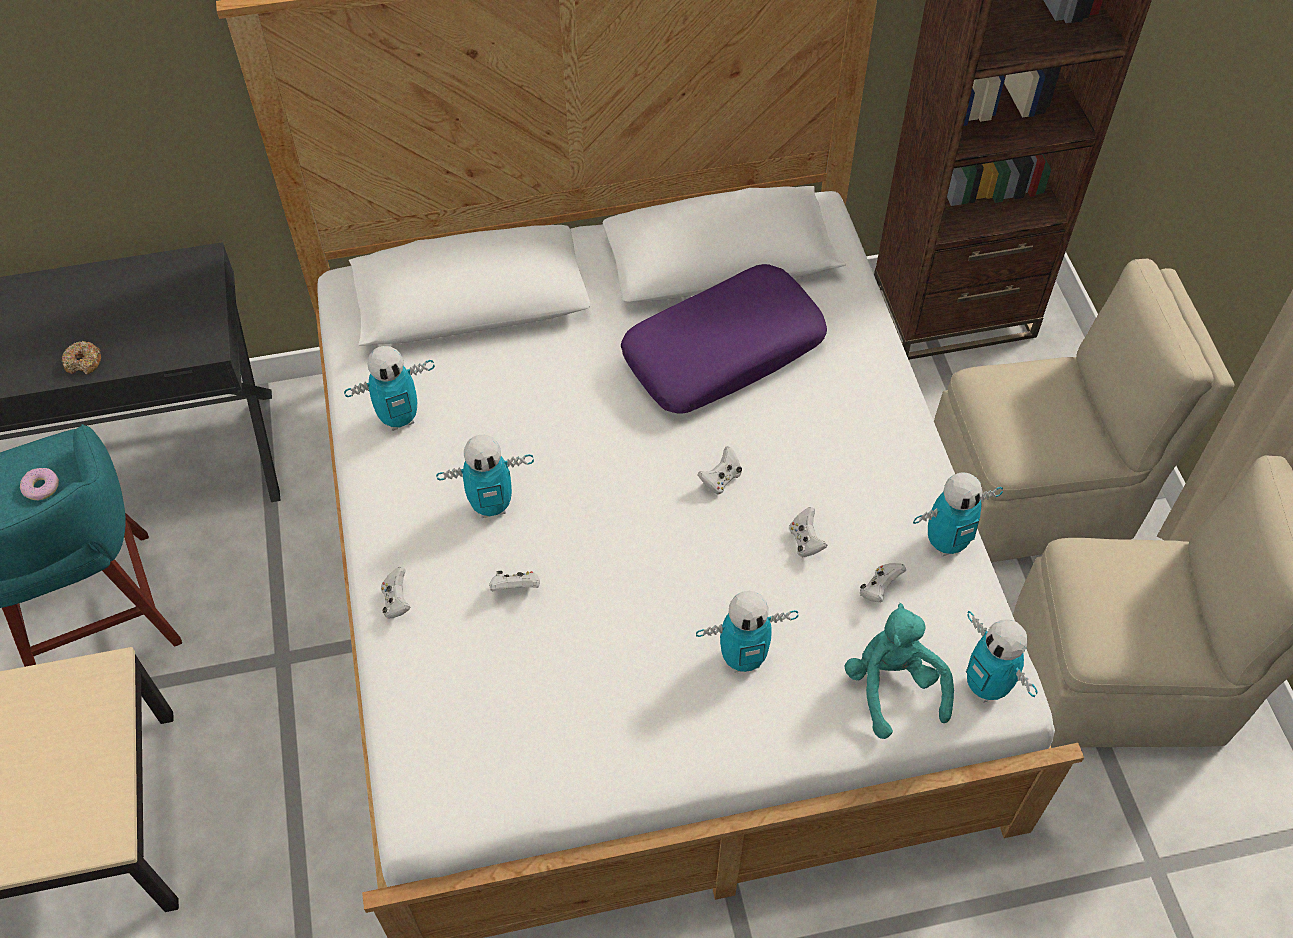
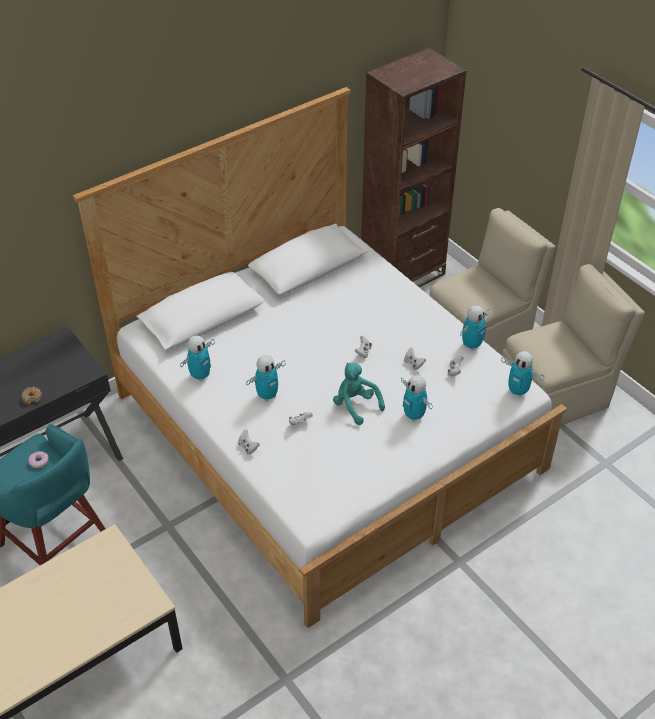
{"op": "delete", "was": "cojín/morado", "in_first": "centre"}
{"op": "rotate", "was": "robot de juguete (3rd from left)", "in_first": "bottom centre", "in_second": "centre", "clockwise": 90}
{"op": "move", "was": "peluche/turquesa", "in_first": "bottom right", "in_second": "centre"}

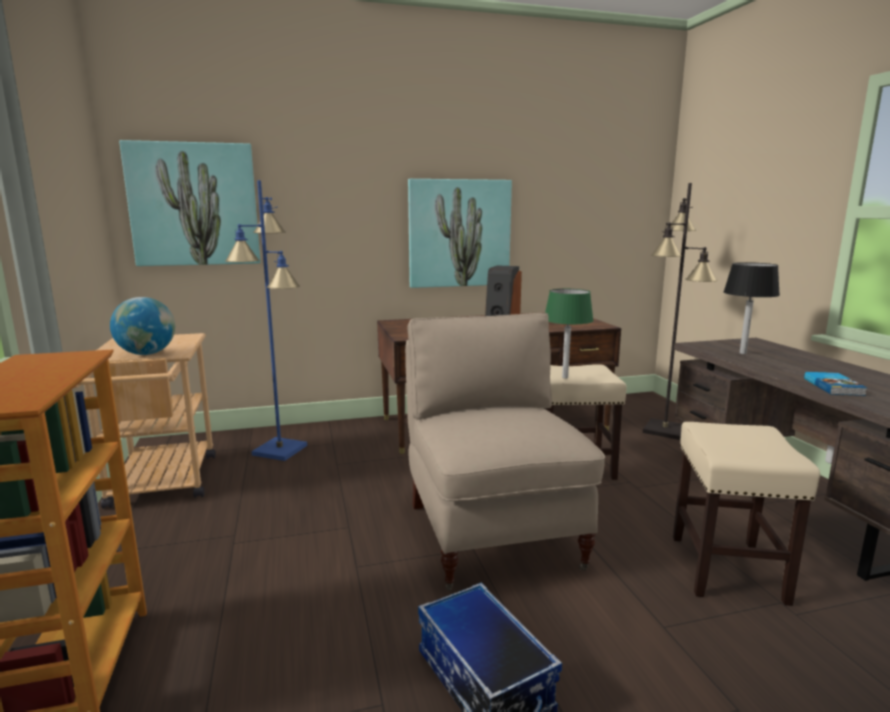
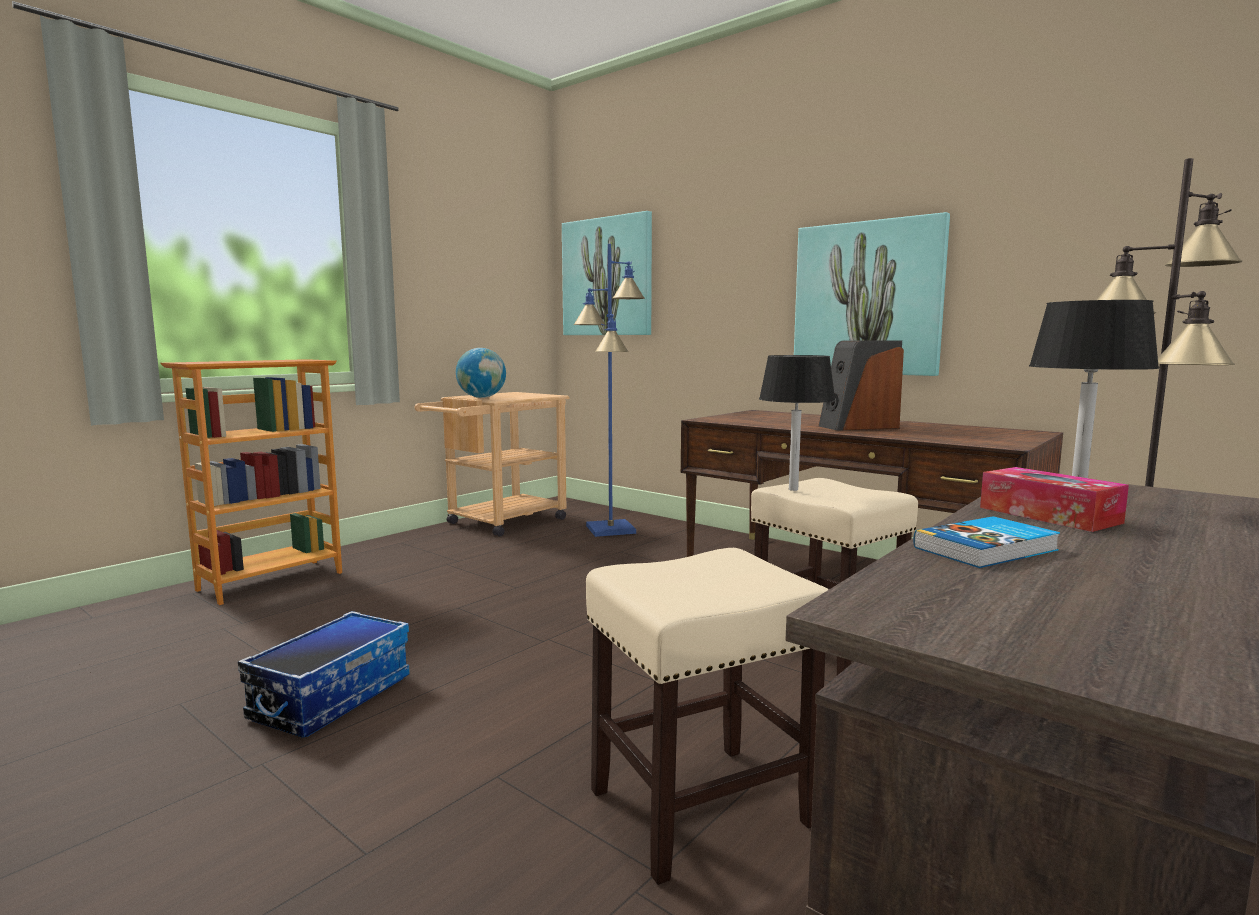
{"op": "recolor", "was": "lámpara de mesa/verde", "now": "lámpara de mesa/negro (1st from left)", "in_first": "centre", "in_second": "centre"}
{"op": "delete", "was": "silla/beis", "in_first": "centre"}
{"op": "insert", "now": "caja de pañuelos", "in_second": "middle right"}

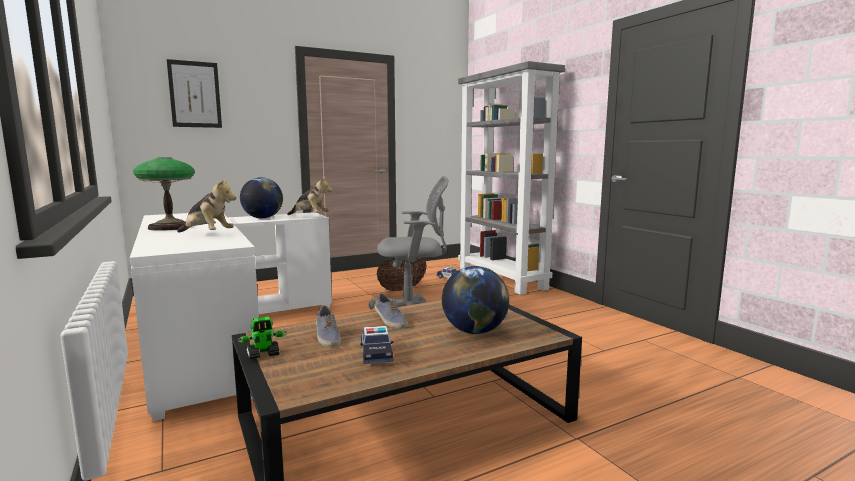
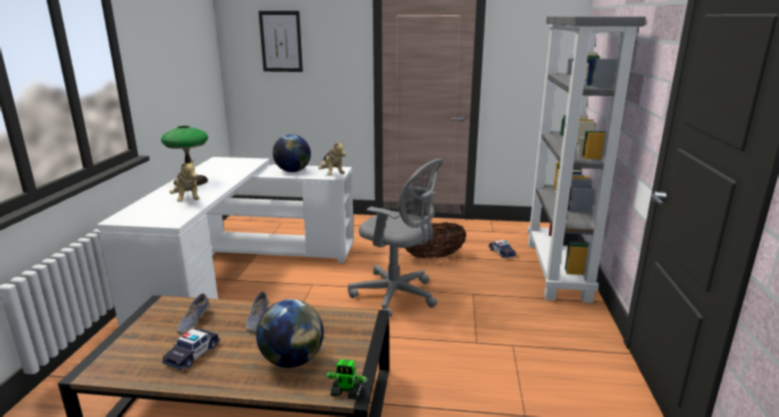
{"op": "move", "was": "robot de juguete", "in_first": "bottom left", "in_second": "bottom centre"}

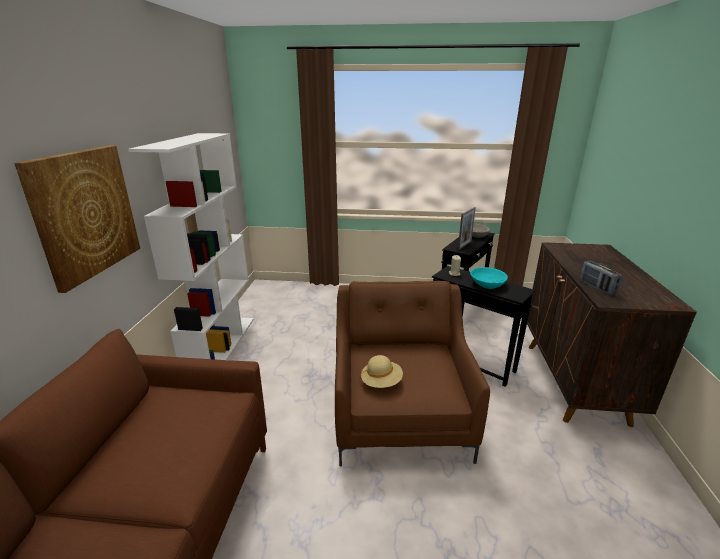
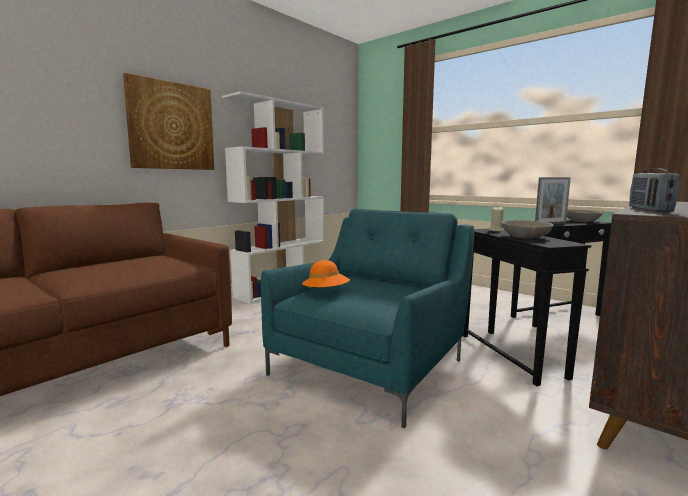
{"op": "recolor", "was": "cuenco/turquesa", "now": "cuenco/gris (1st from left)", "in_first": "middle right", "in_second": "middle right"}
{"op": "recolor", "was": "sillón/marrón", "now": "sillón/turquesa", "in_first": "bottom centre", "in_second": "centre"}
{"op": "recolor", "was": "sombrero/beis", "now": "sombrero/naranja", "in_first": "centre", "in_second": "centre"}

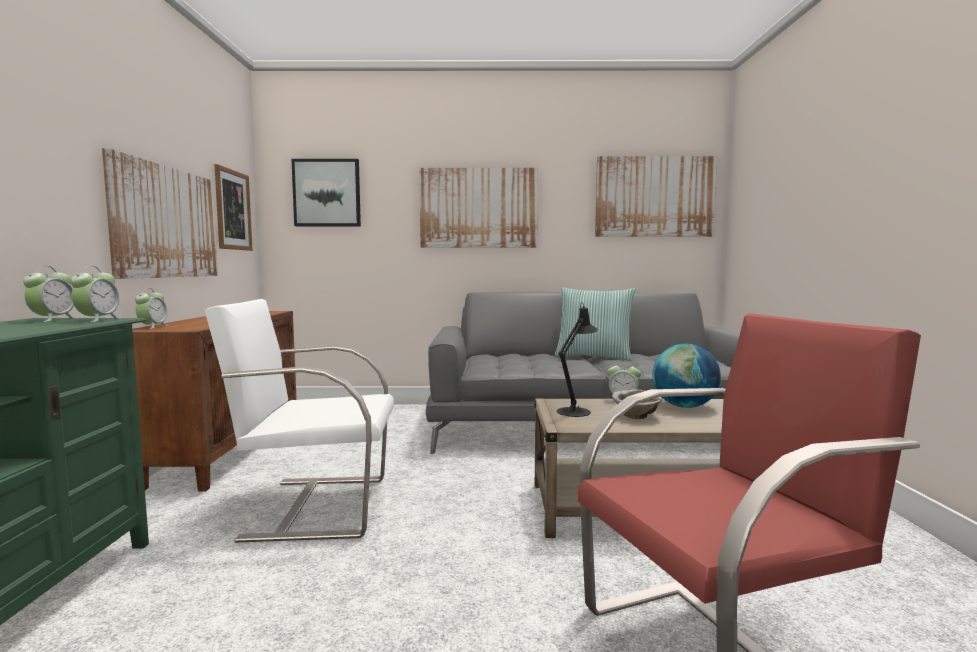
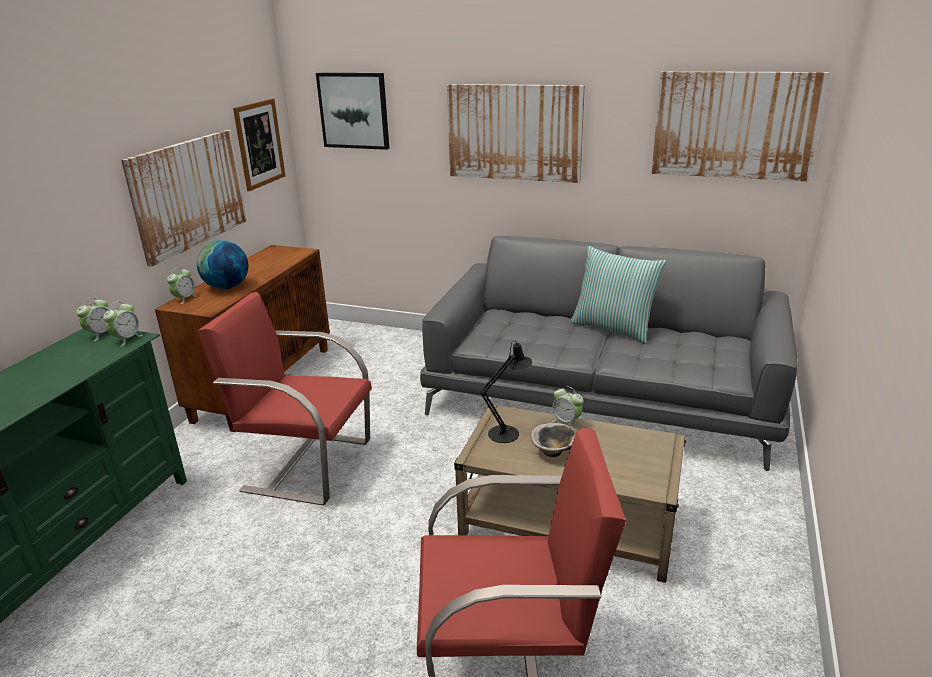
{"op": "recolor", "was": "sillón/blanco", "now": "sillón/rojo (1st from left)", "in_first": "middle left", "in_second": "middle left"}
{"op": "move", "was": "globo terráqueo", "in_first": "middle right", "in_second": "middle left"}

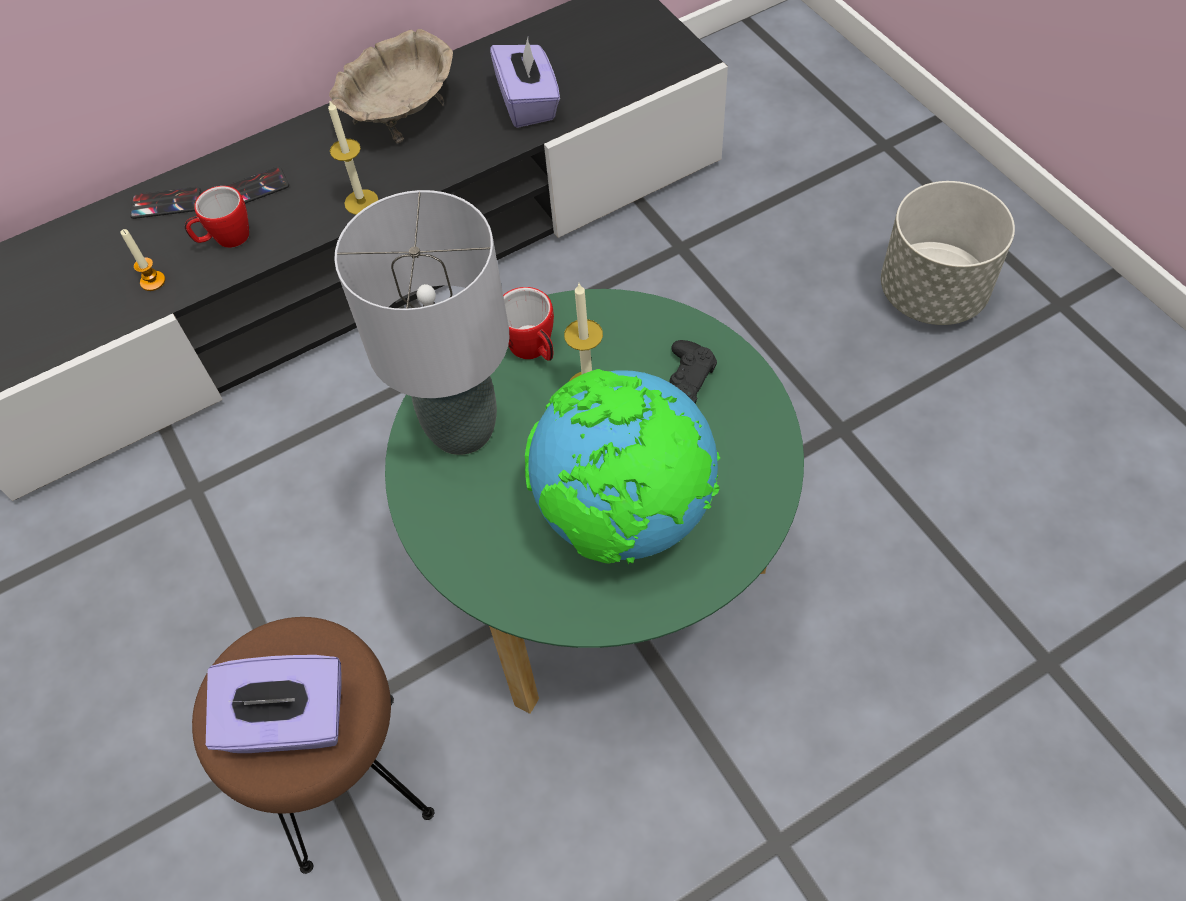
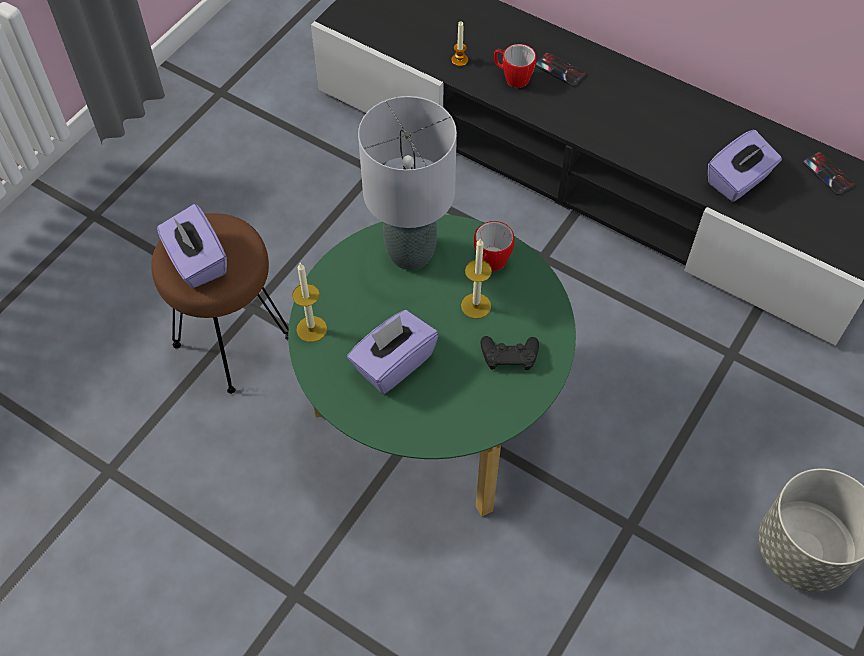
{"op": "delete", "was": "cuenco/beis", "in_first": "top left"}
{"op": "move", "was": "vela (2nd from left in the first image)", "now": "vela (1st from left)", "in_first": "top left", "in_second": "centre"}
{"op": "move", "was": "móvil (1st from left in the first image)", "now": "móvil (2nd from left)", "in_first": "top left", "in_second": "top right"}
{"op": "replace", "was": "globo terráqueo", "now": "caja de pañuelos/morado (2nd from left)", "in_first": "centre", "in_second": "centre"}

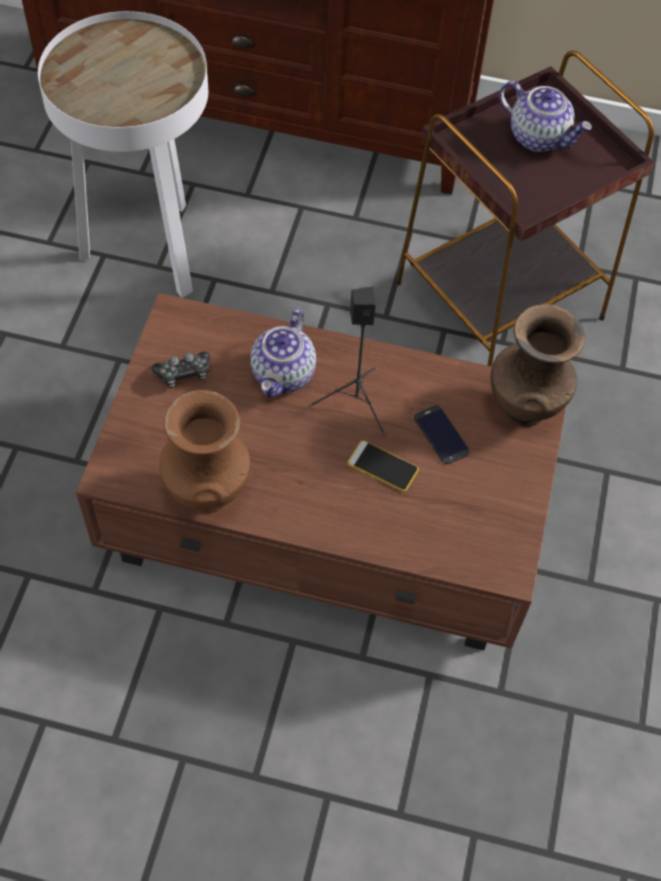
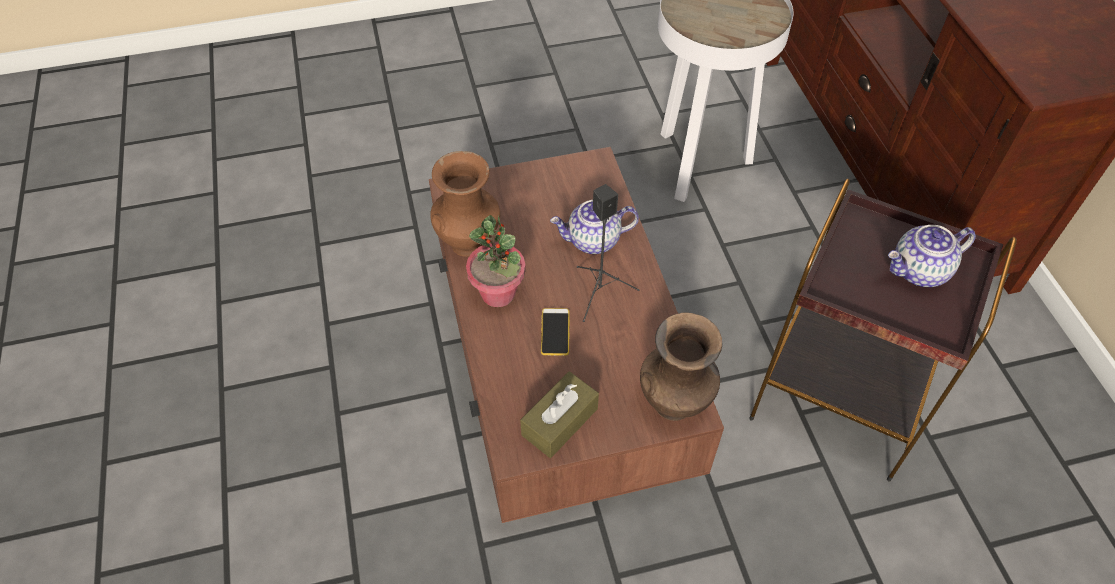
{"op": "rotate", "was": "tetera (2nd from left)", "in_first": "top right", "in_second": "middle right", "clockwise": 60}
{"op": "delete", "was": "mando de consola", "in_first": "middle left"}
{"op": "delete", "was": "móvil (2nd from left)", "in_first": "middle right"}
{"op": "insert", "now": "planta en maceta", "in_second": "centre"}
{"op": "insert", "now": "caja de pañuelos/marrón", "in_second": "bottom centre"}

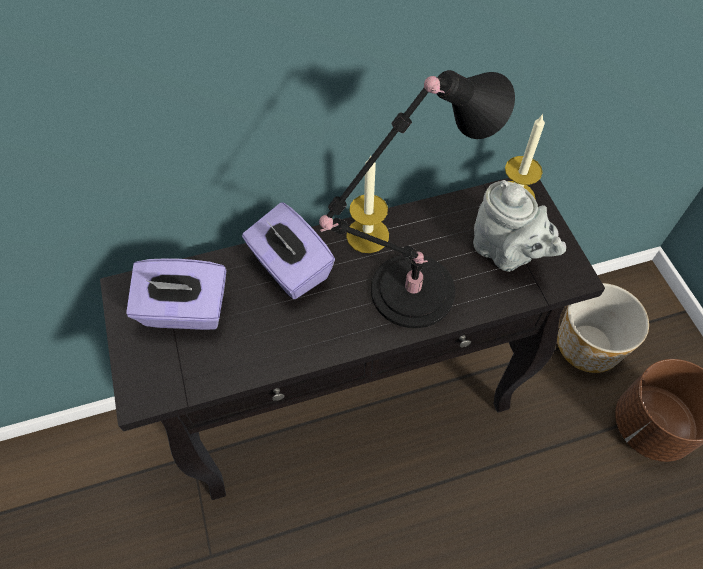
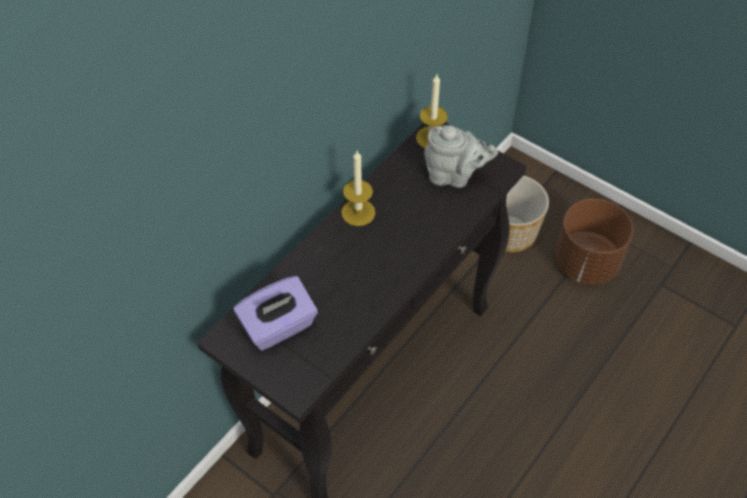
{"op": "delete", "was": "lámpara de mesa/negro", "in_first": "centre"}
{"op": "delete", "was": "caja de pañuelos/morado (2nd from left)", "in_first": "centre"}

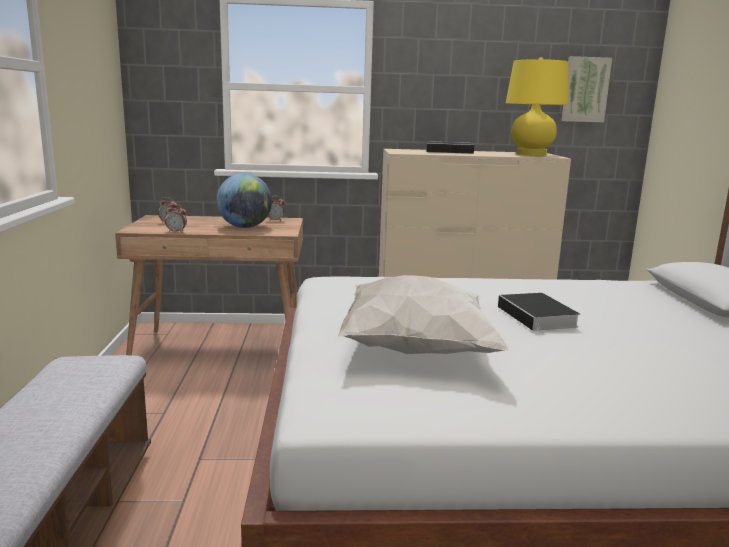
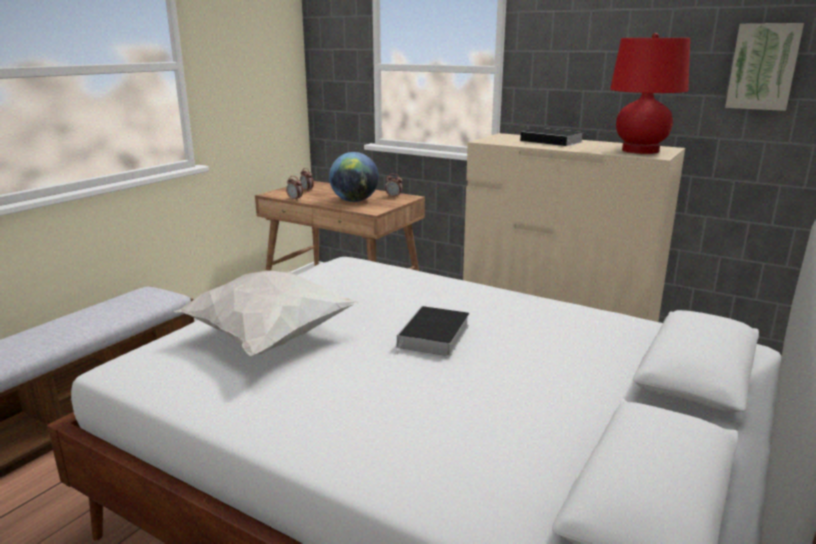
{"op": "recolor", "was": "lámpara de mesa/amarillo", "now": "lámpara de mesa/rojo", "in_first": "top right", "in_second": "top right"}

